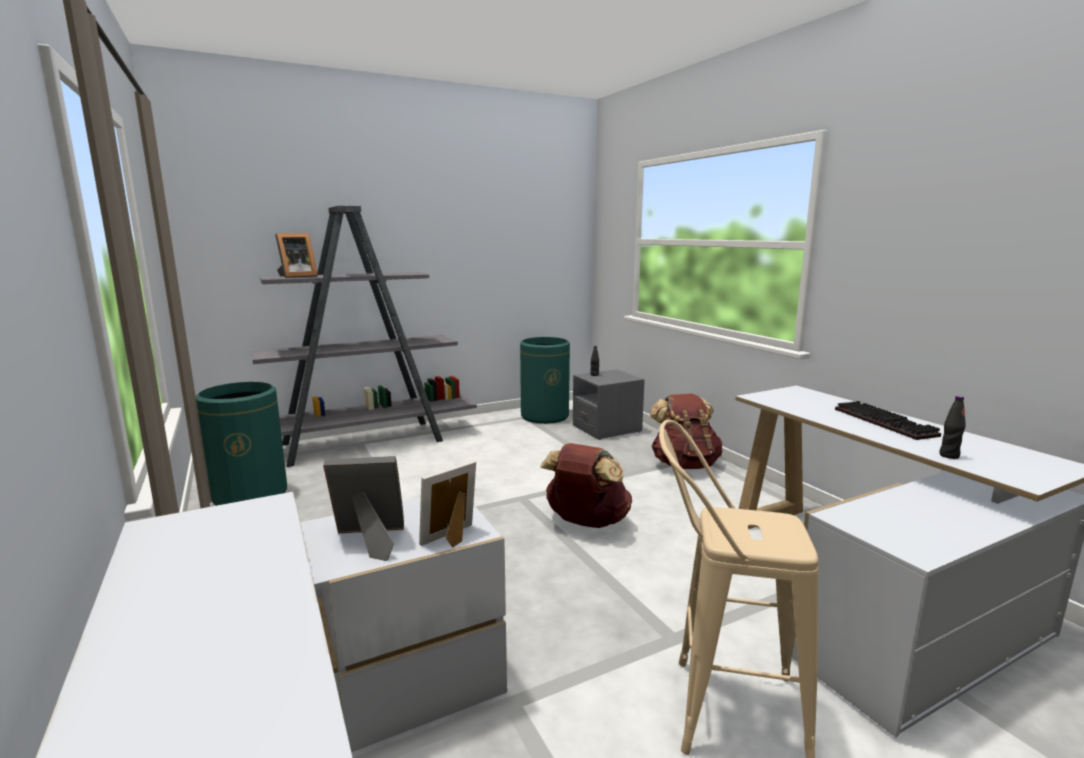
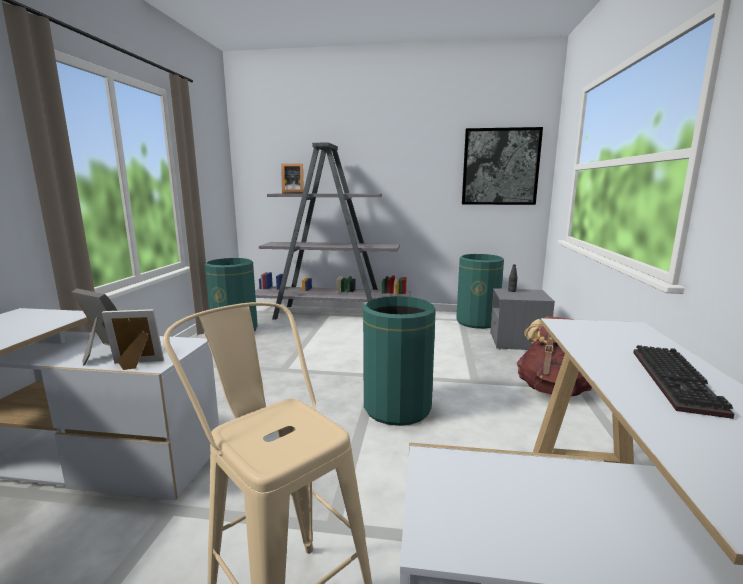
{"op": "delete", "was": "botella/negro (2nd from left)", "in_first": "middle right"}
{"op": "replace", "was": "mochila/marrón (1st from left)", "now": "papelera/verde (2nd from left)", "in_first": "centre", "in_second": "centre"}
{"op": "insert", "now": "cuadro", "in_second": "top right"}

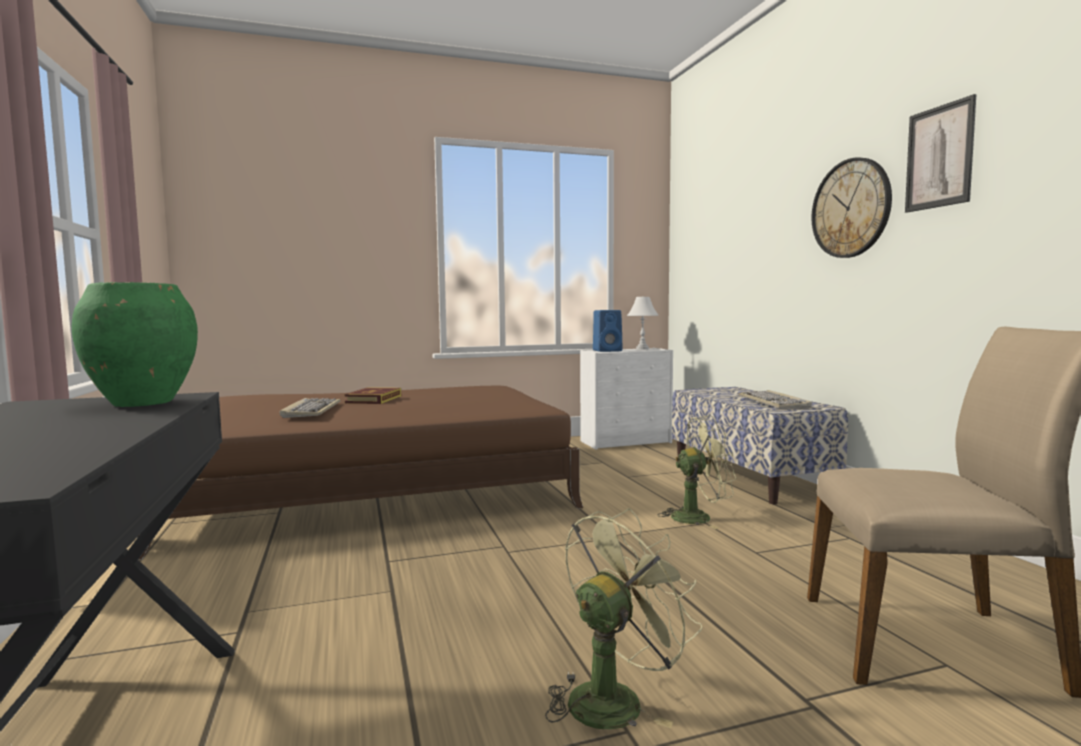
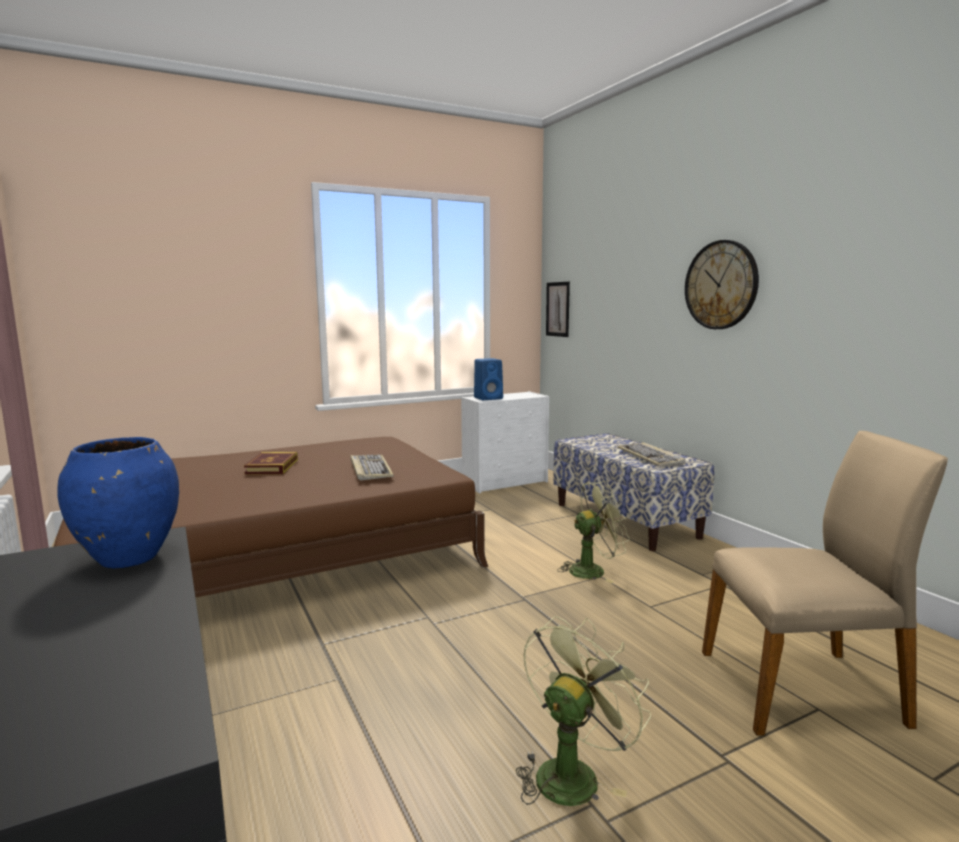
{"op": "move", "was": "cuadro", "in_first": "top right", "in_second": "centre"}
{"op": "recolor", "was": "florero/verde", "now": "florero/azul", "in_first": "middle left", "in_second": "middle left"}
{"op": "delete", "was": "lámpara de mesa/blanco", "in_first": "centre"}
{"op": "move", "was": "teclado (1st from left)", "in_first": "middle left", "in_second": "centre"}

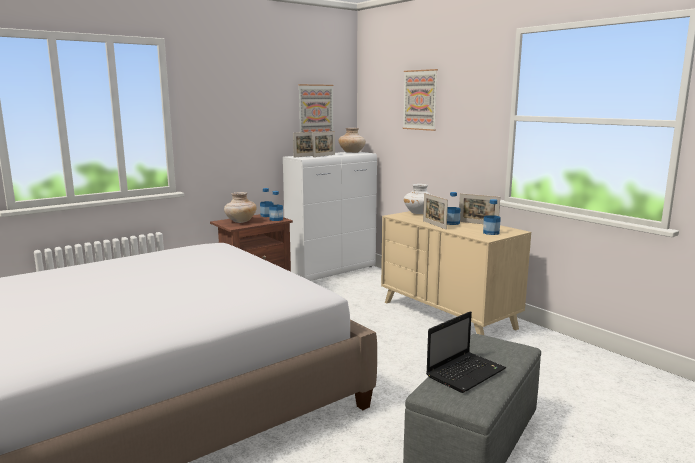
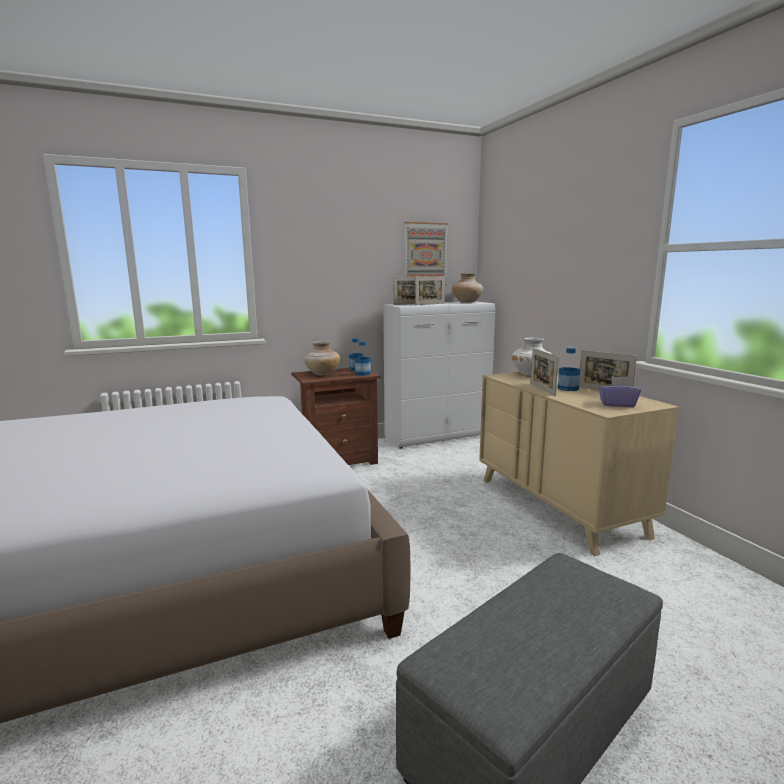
{"op": "delete", "was": "cuadro (2nd from left)", "in_first": "top centre"}
{"op": "replace", "was": "botella (4th from left)", "now": "caja de pañuelos/morado", "in_first": "middle right", "in_second": "middle right"}
{"op": "delete", "was": "portátil", "in_first": "bottom right"}

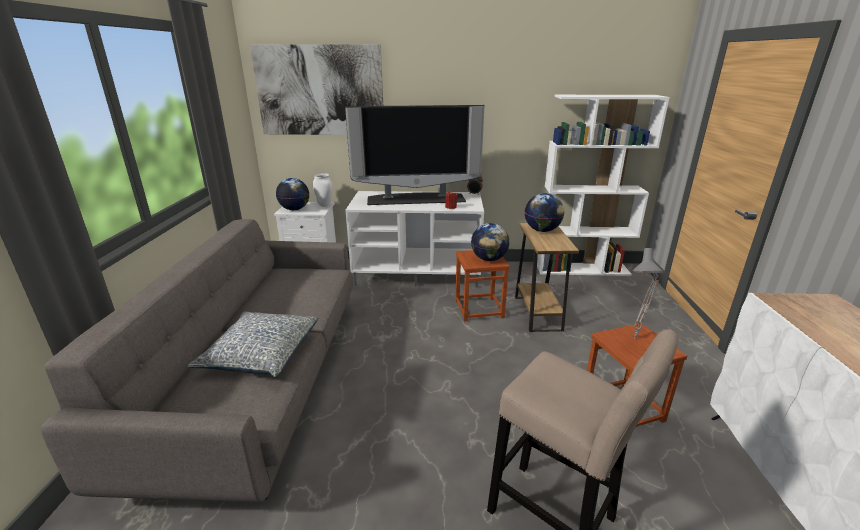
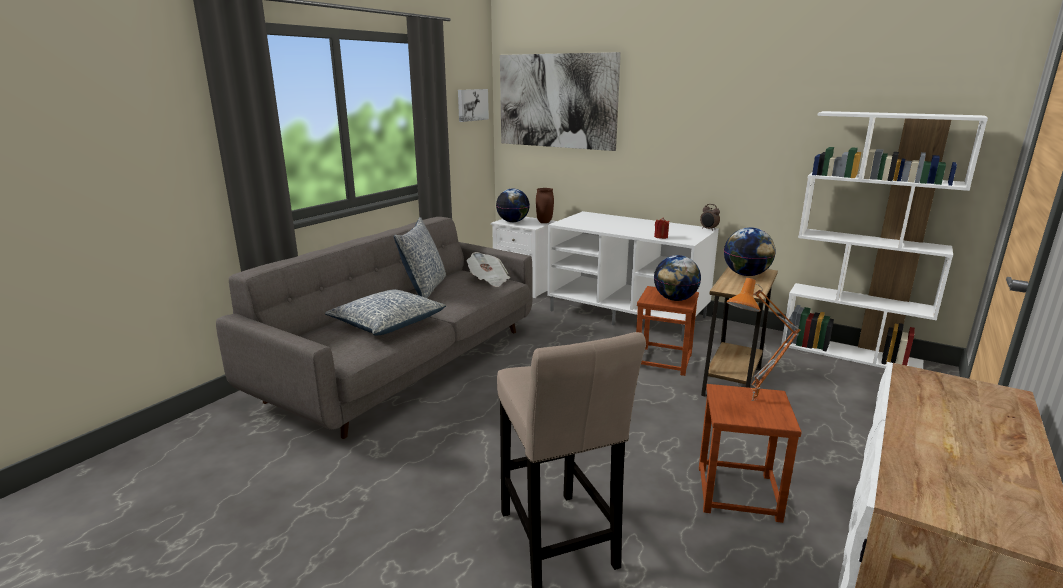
{"op": "delete", "was": "televisor", "in_first": "top centre"}
{"op": "recolor", "was": "florero/blanco", "now": "florero/marrón", "in_first": "centre", "in_second": "centre"}
{"op": "recolor", "was": "lámpara de mesa/gris", "now": "lámpara de mesa/naranja", "in_first": "middle right", "in_second": "middle right"}
{"op": "insert", "now": "cuadro (1st from left)", "in_second": "top centre"}
{"op": "insert", "now": "cojín (2nd from left)", "in_second": "centre"}
{"op": "insert", "now": "periódico", "in_second": "centre"}

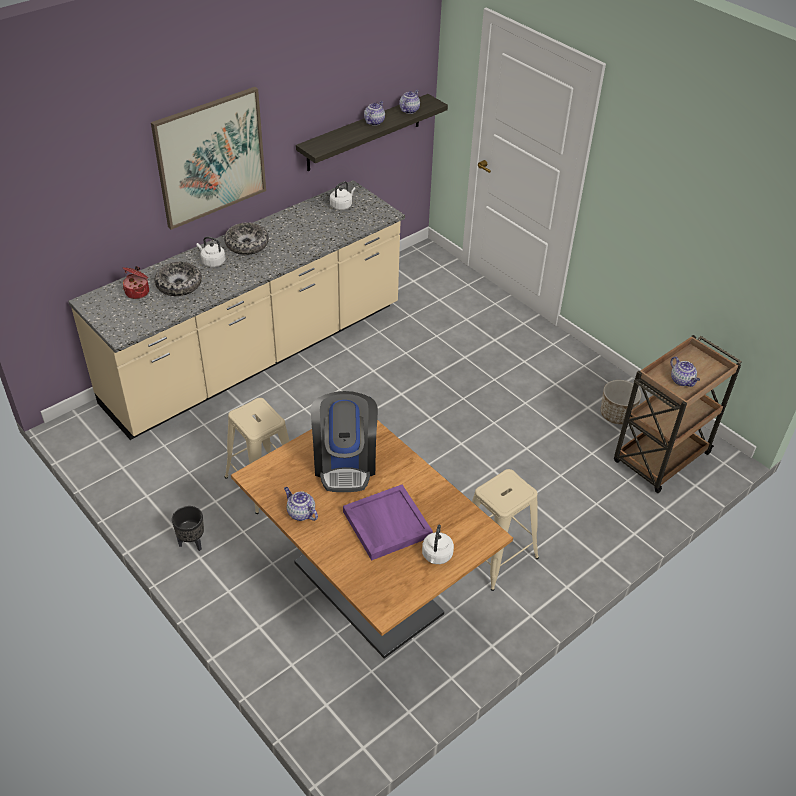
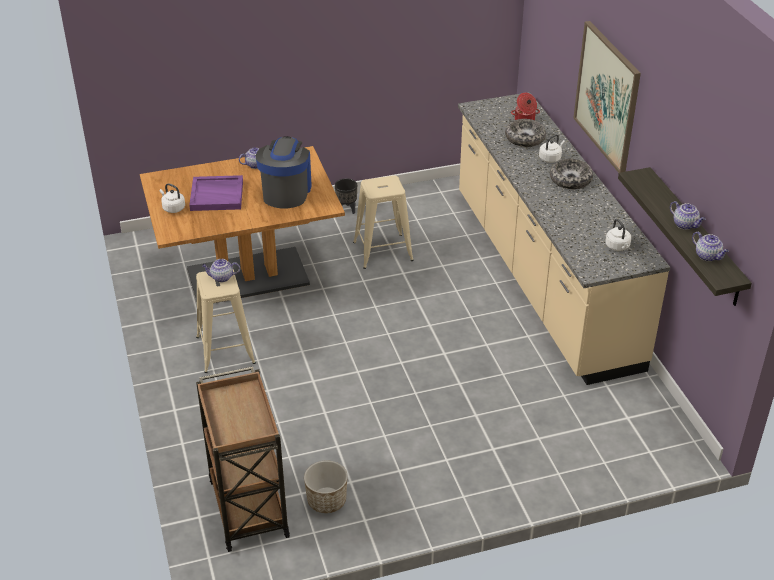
{"op": "move", "was": "tetera (4th from left in the first image)", "now": "tetera (1st from left)", "in_first": "middle right", "in_second": "middle left"}
{"op": "rotate", "was": "cafetera", "in_first": "centre", "in_second": "top centre", "clockwise": 75}

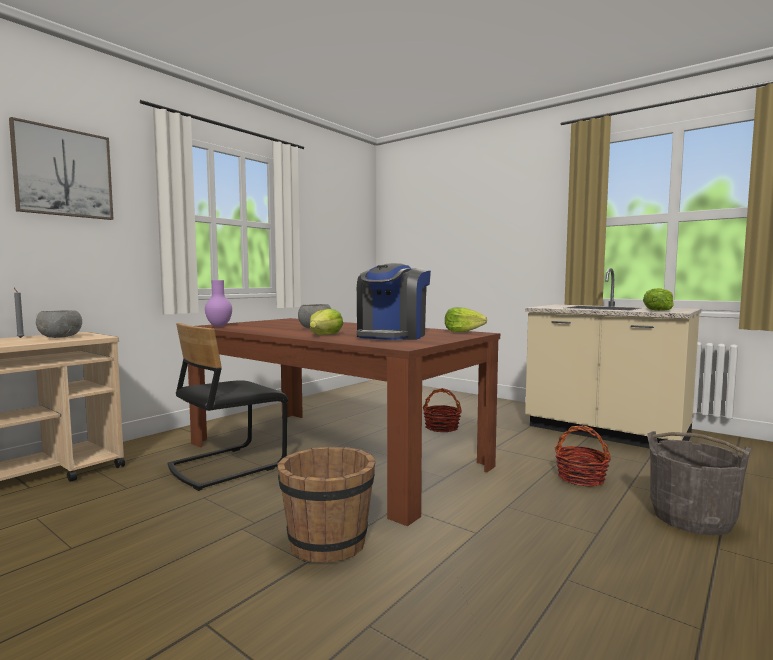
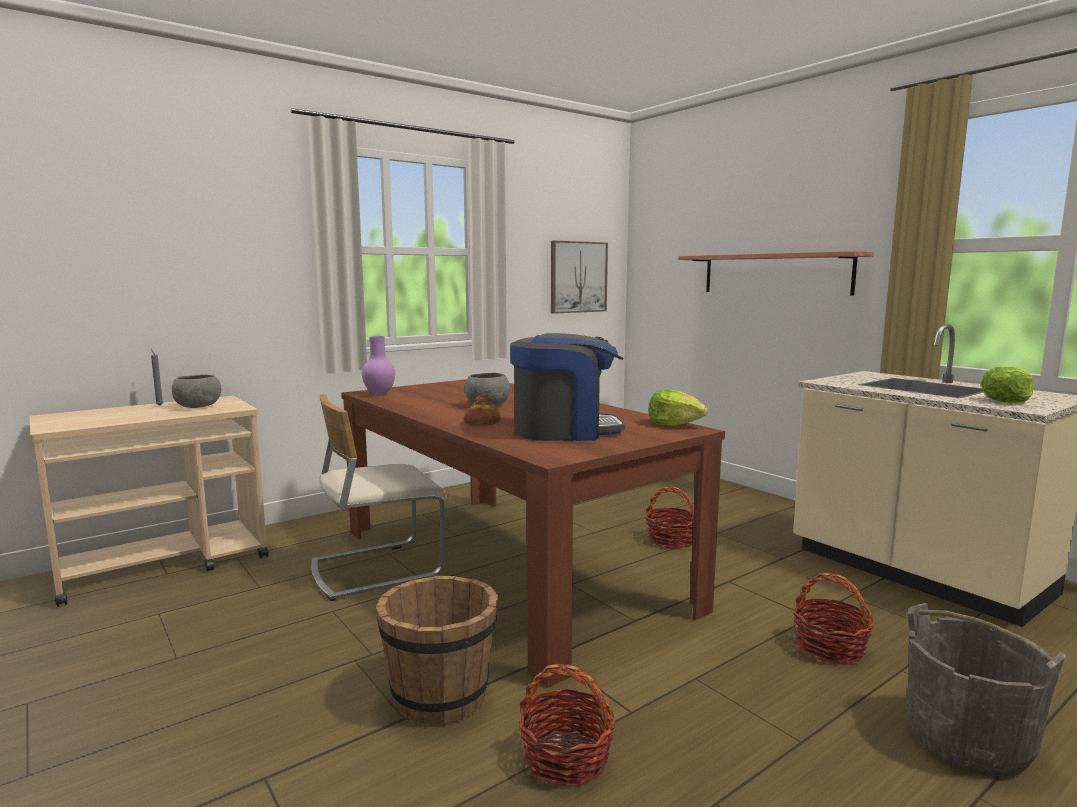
{"op": "move", "was": "cuadro", "in_first": "top left", "in_second": "centre"}
{"op": "rotate", "was": "cafetera", "in_first": "centre", "in_second": "centre", "clockwise": -135}
{"op": "replace", "was": "lechuga (1st from left)", "now": "pan", "in_first": "centre", "in_second": "centre"}
{"op": "recolor", "was": "silla/negro", "now": "silla/beis", "in_first": "middle left", "in_second": "centre"}
{"op": "insert", "now": "estante", "in_second": "middle right"}
{"op": "insert", "now": "cesta (1st from left)", "in_second": "bottom centre"}

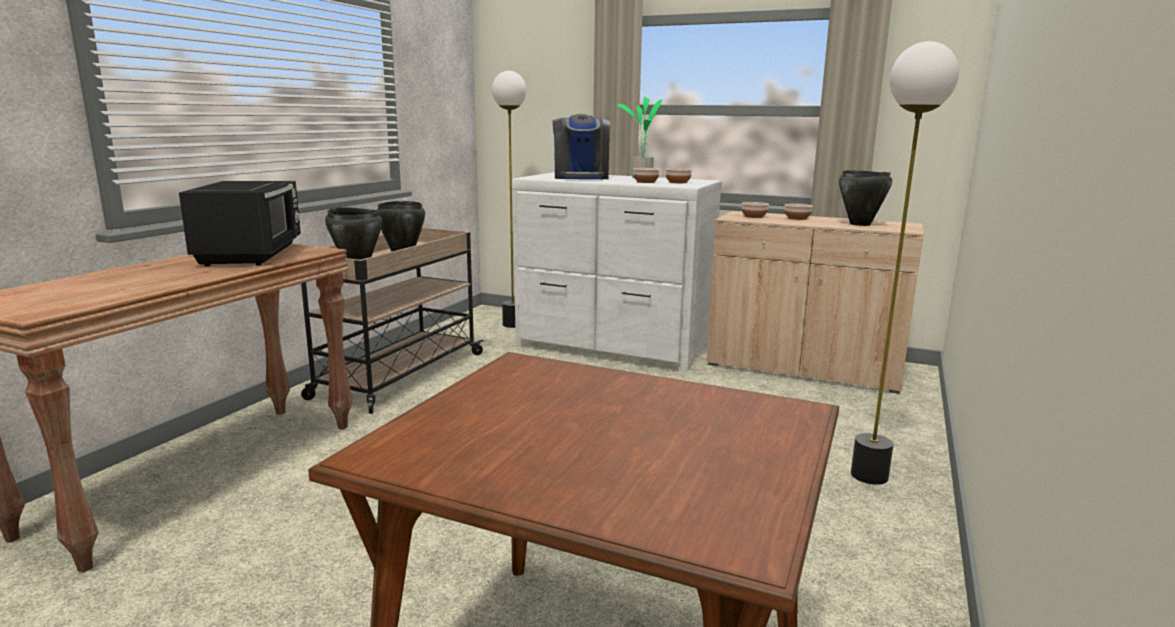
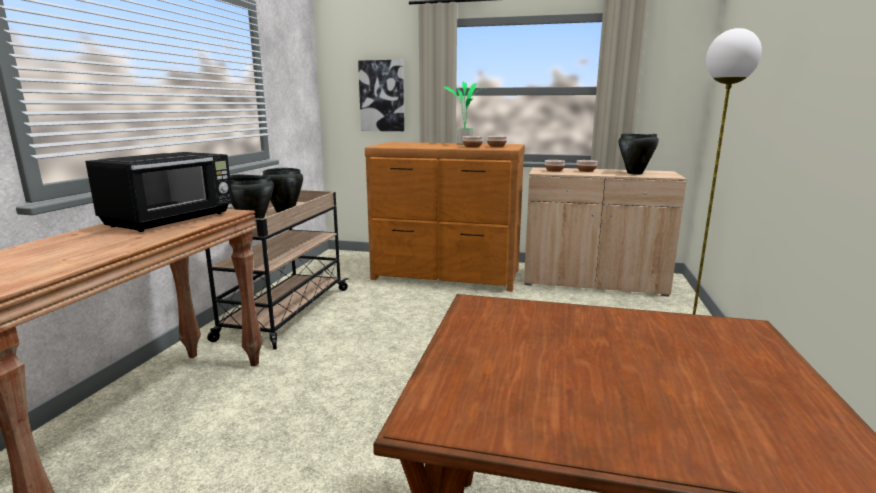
{"op": "delete", "was": "lámpara de pie (1st from left)", "in_first": "top centre"}
{"op": "delete", "was": "cafetera", "in_first": "top centre"}
{"op": "recolor", "was": "cómoda/blanco", "now": "cómoda/marrón", "in_first": "centre", "in_second": "centre"}
{"op": "rotate", "was": "microondas/negro", "in_first": "middle left", "in_second": "middle left", "clockwise": 45}
{"op": "insert", "now": "cuadro", "in_second": "top centre"}

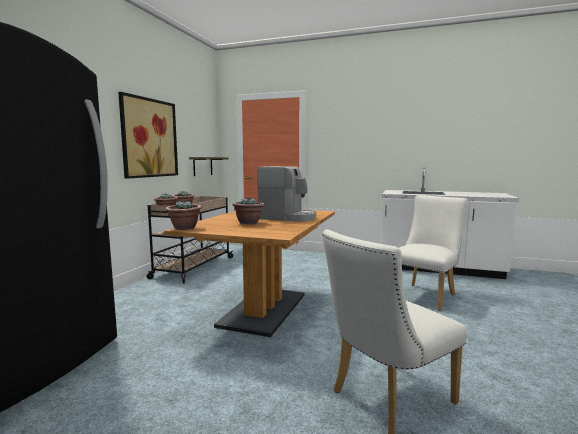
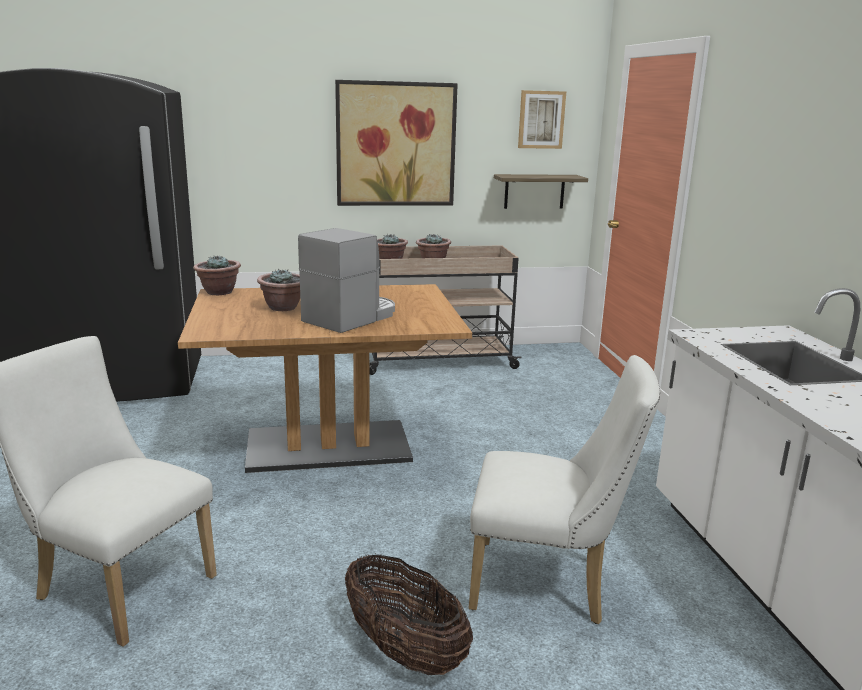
{"op": "rotate", "was": "cafetera", "in_first": "centre", "in_second": "centre", "clockwise": -135}
{"op": "insert", "now": "cuadro (2nd from left)", "in_second": "top centre"}
{"op": "insert", "now": "cesta", "in_second": "bottom centre"}

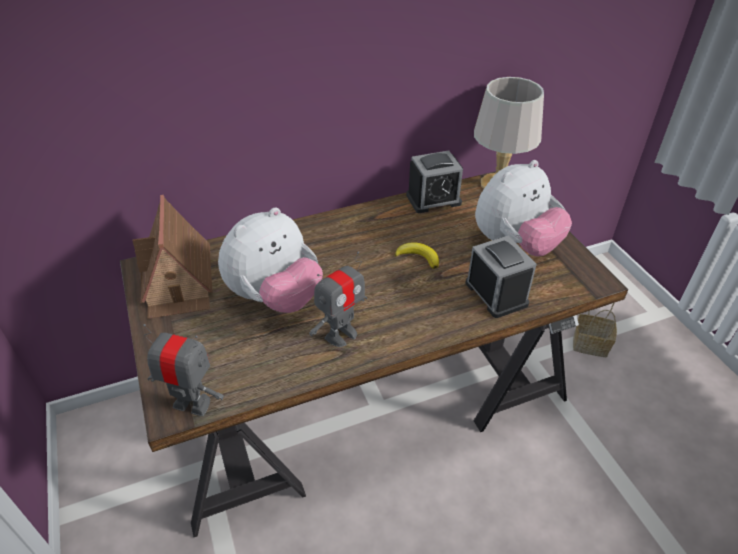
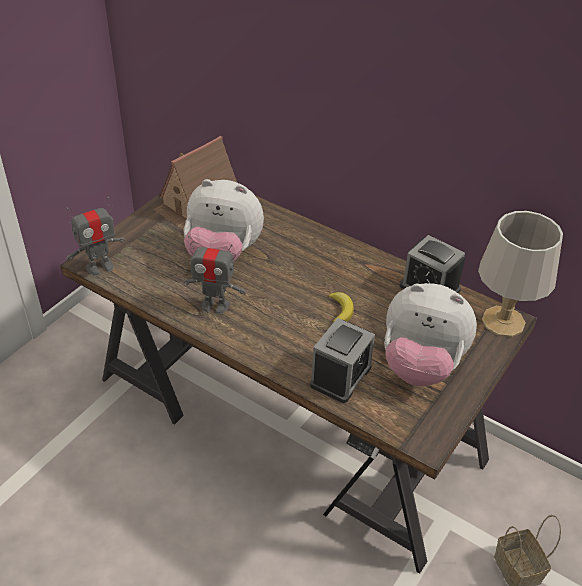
{"op": "rotate", "was": "robot de juguete (1st from left)", "in_first": "bottom left", "in_second": "middle left", "clockwise": 75}

